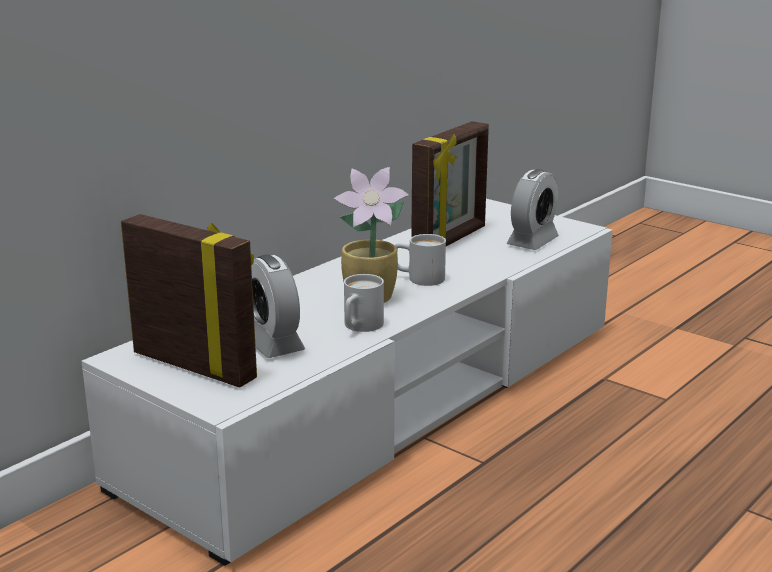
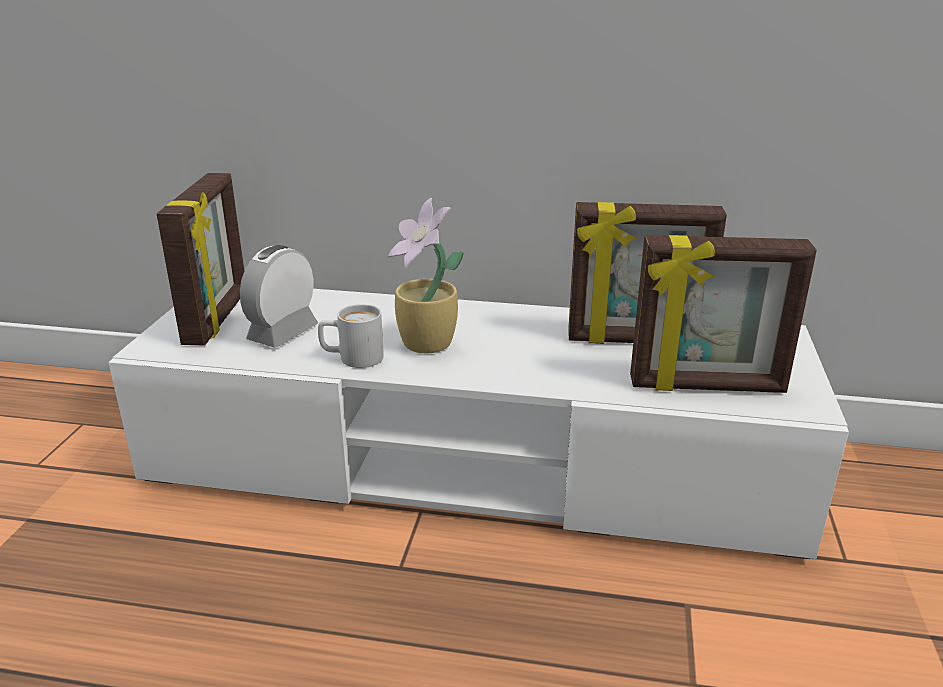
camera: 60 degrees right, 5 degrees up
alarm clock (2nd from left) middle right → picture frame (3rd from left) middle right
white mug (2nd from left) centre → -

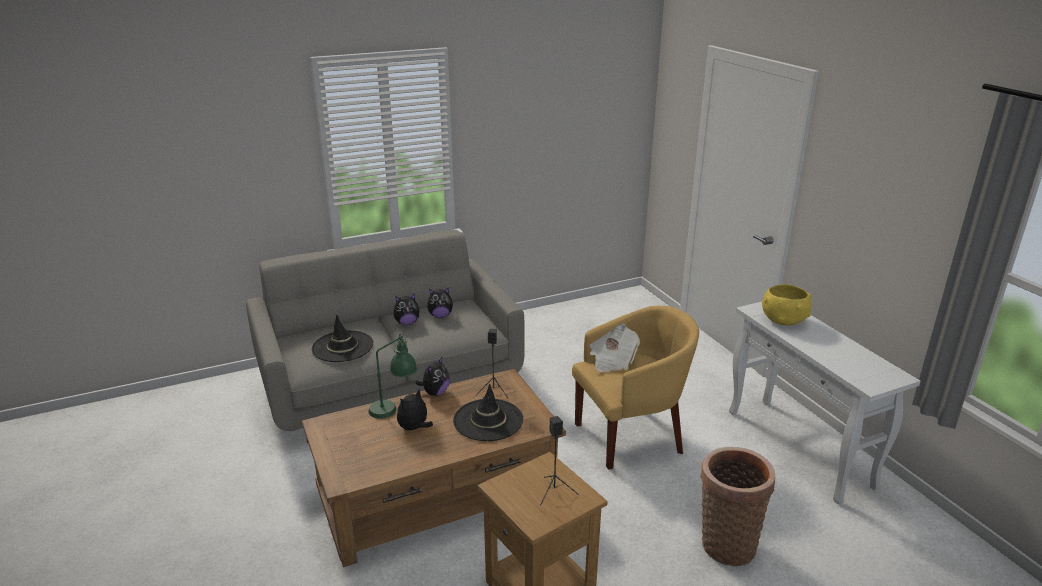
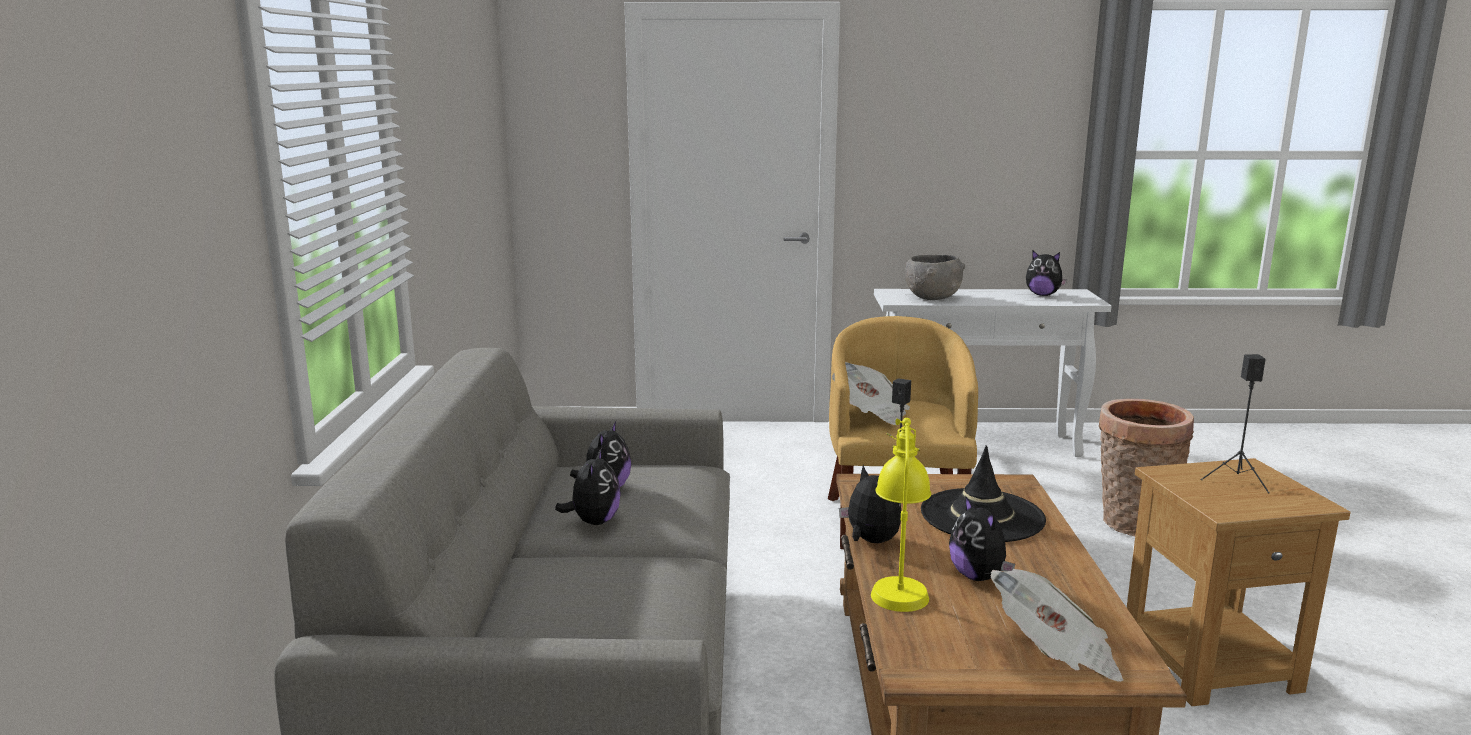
camera: 65 degrees left, 10 degrees down
green table lamp centre → yellow table lamp bottom centre
yellow bowl middle right → grey bowl centre
- → newspaper (2nd from left) bottom right
- → plush toy (5th from left) middle right
black hat (1st from left) middle left → -

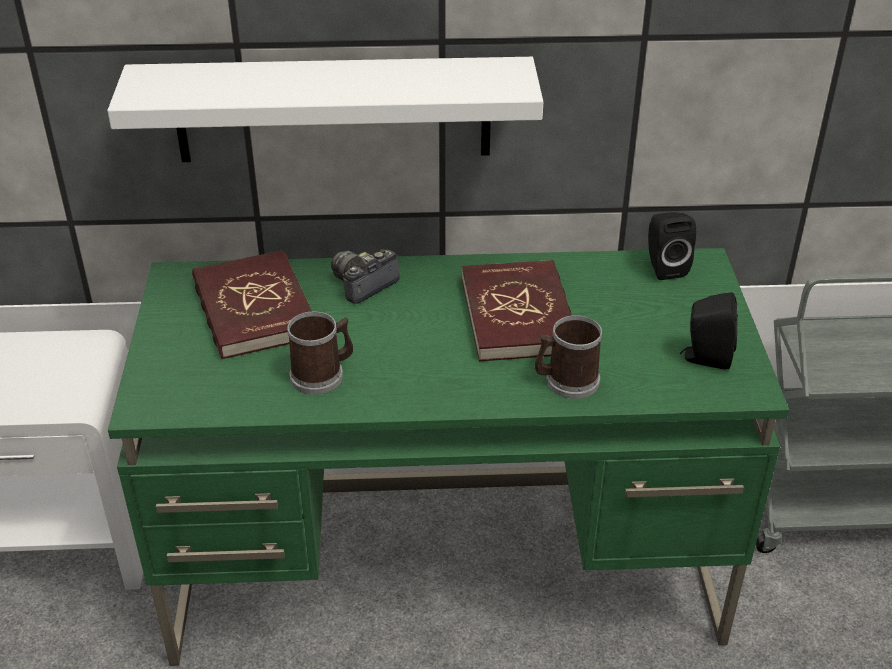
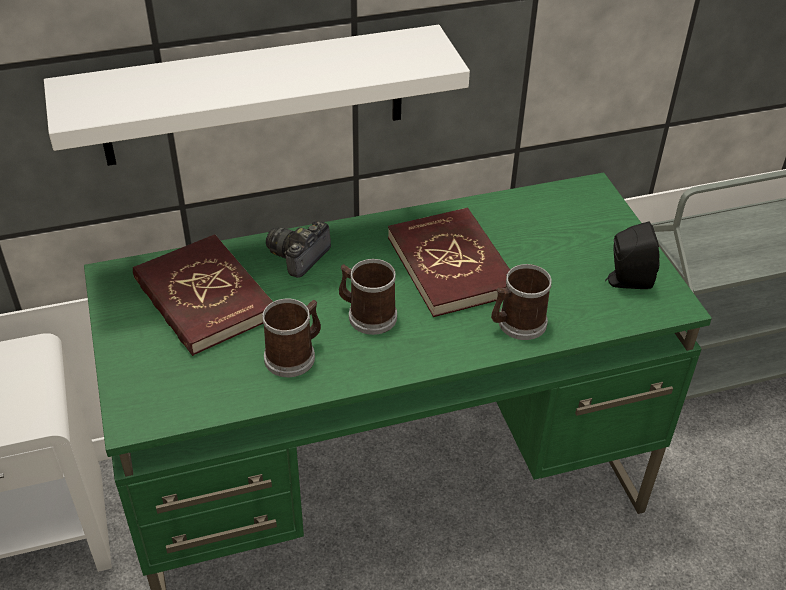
camera: 15 degrees left, 5 degrees up
- → mug (2nd from left) centre
black speaker (1st from left) middle right → -

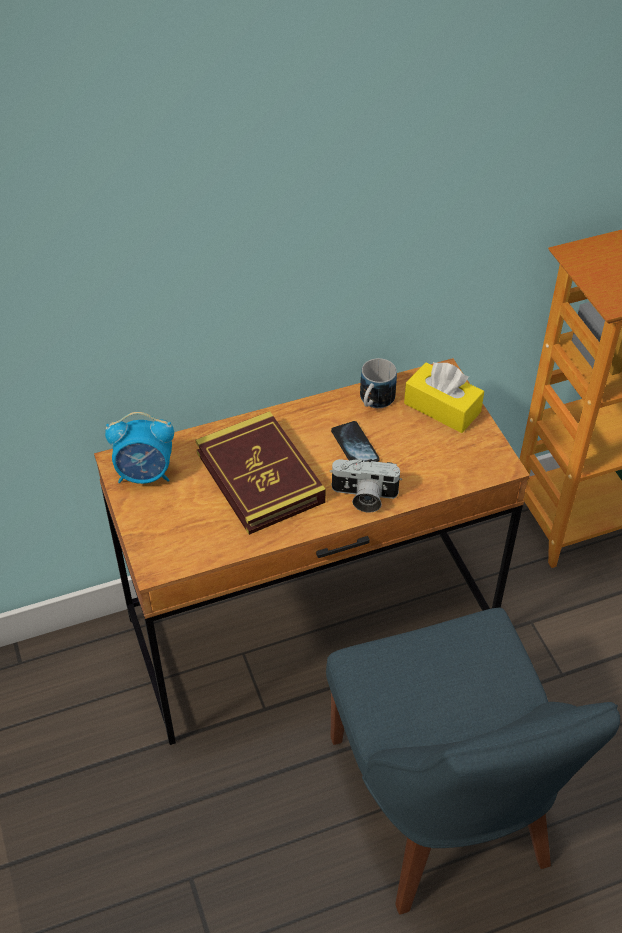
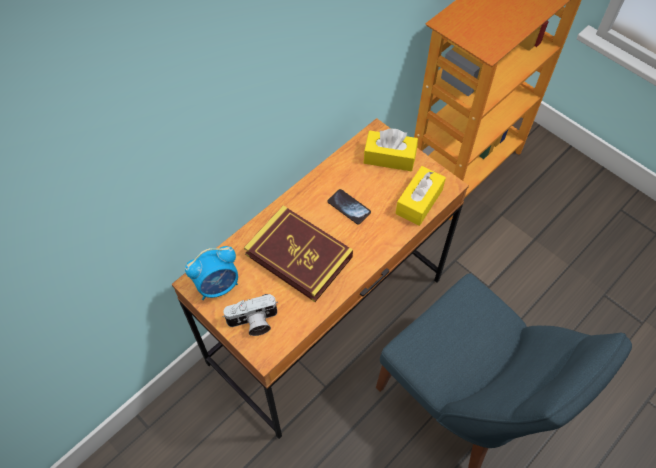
camera: 25 degrees left, 10 degrees up
photo camera centre → photo camera bottom centre, moved
- → yellow tissue box (2nd from left) centre
mug centre → -

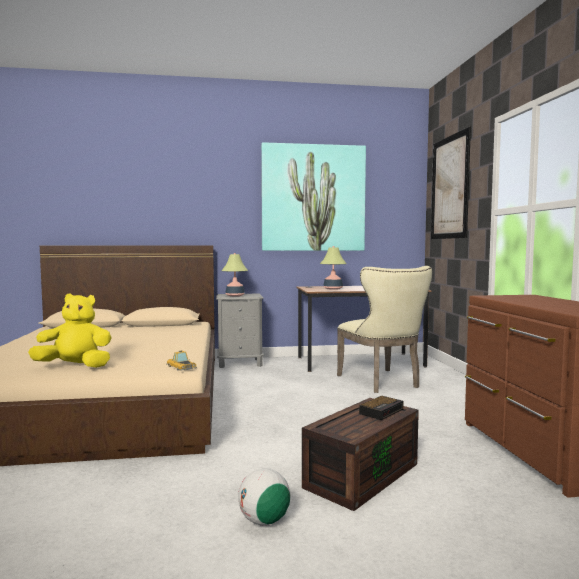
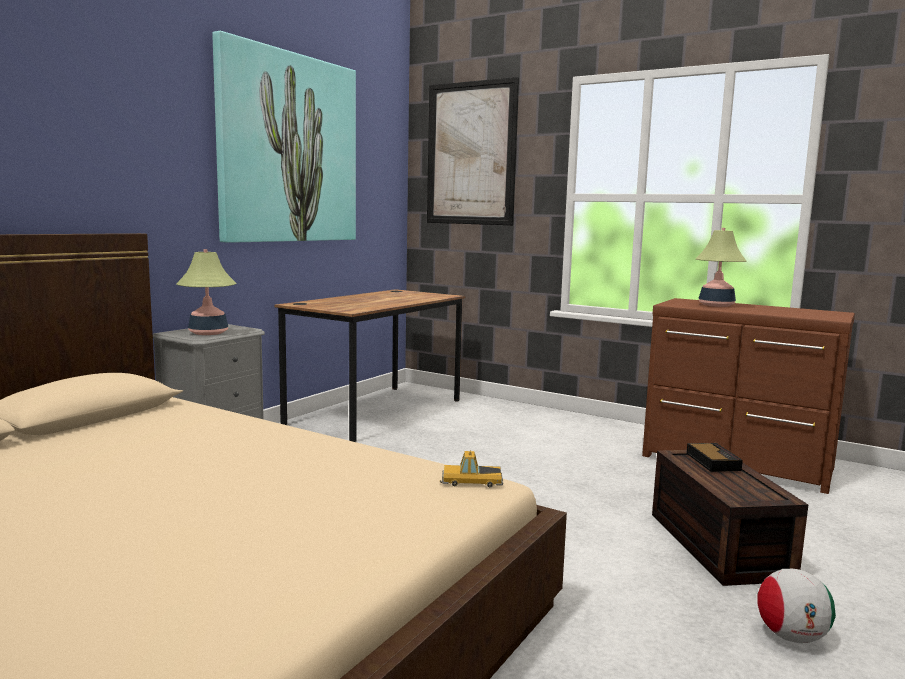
camera: 50 degrees left, 5 degrees up
table lamp (2nd from left) centre → table lamp (2nd from left) middle right, moved
yellow plush toy middle left → -
beige chair centre → -

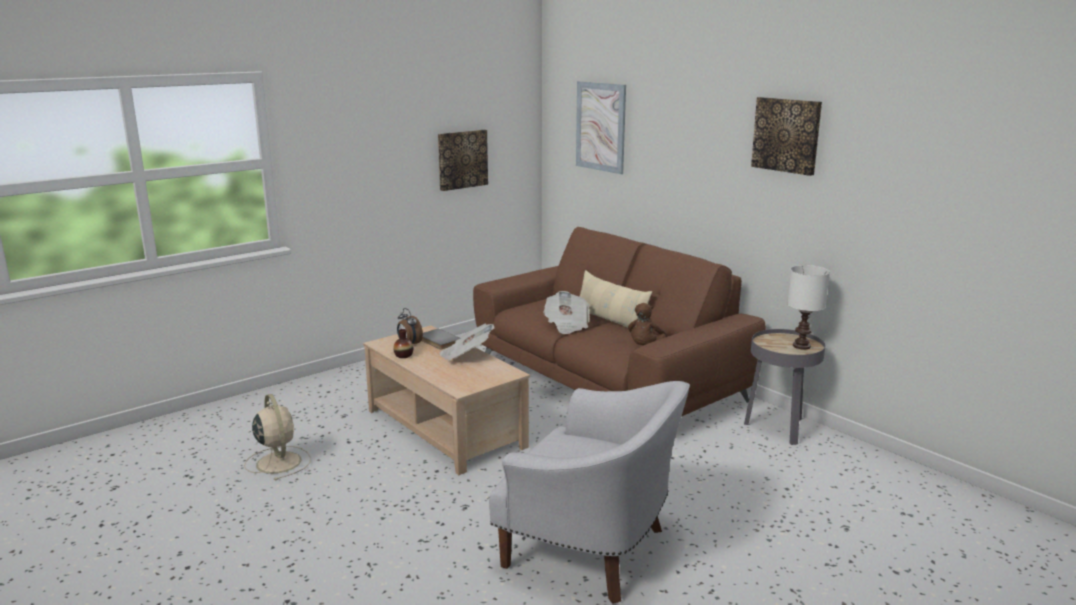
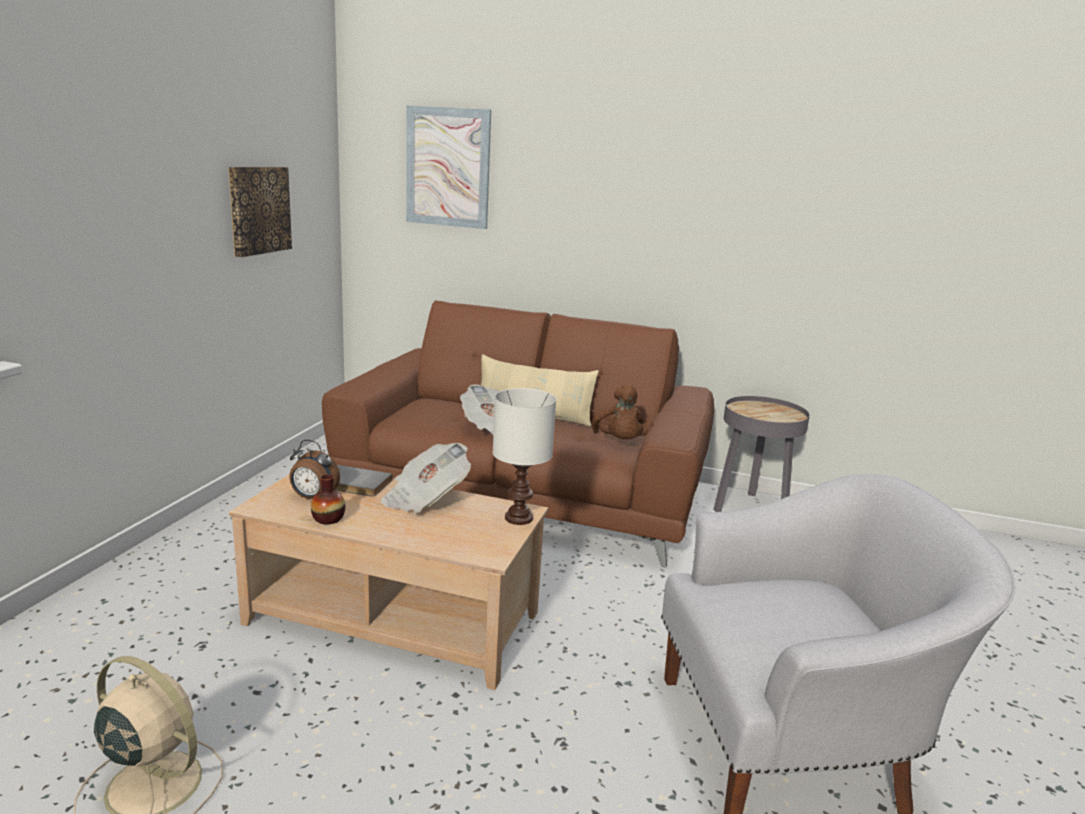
camera: 35 degrees left, 0 degrees up
white table lamp middle right → white table lamp centre, moved
picture (3rd from left) top right → -

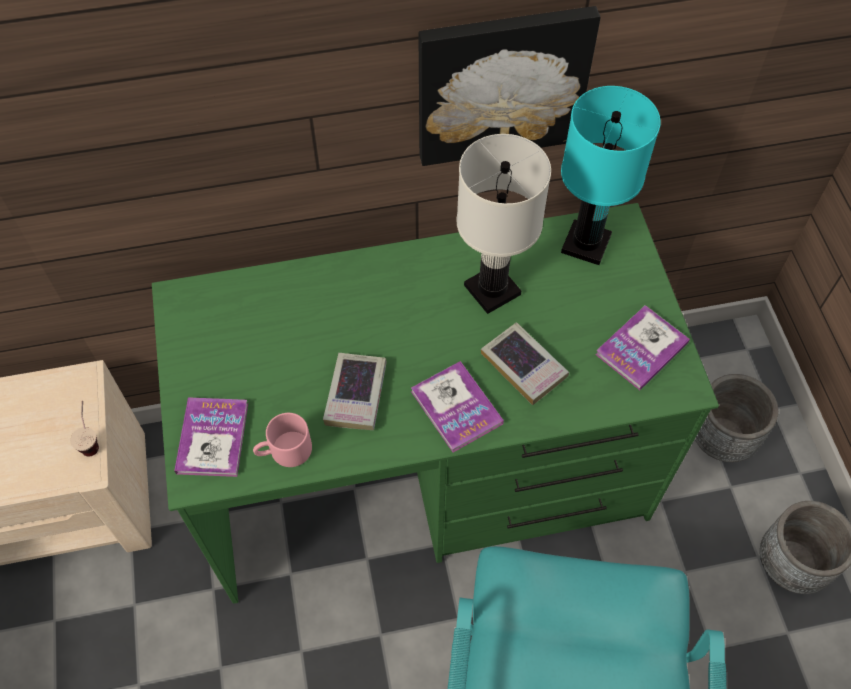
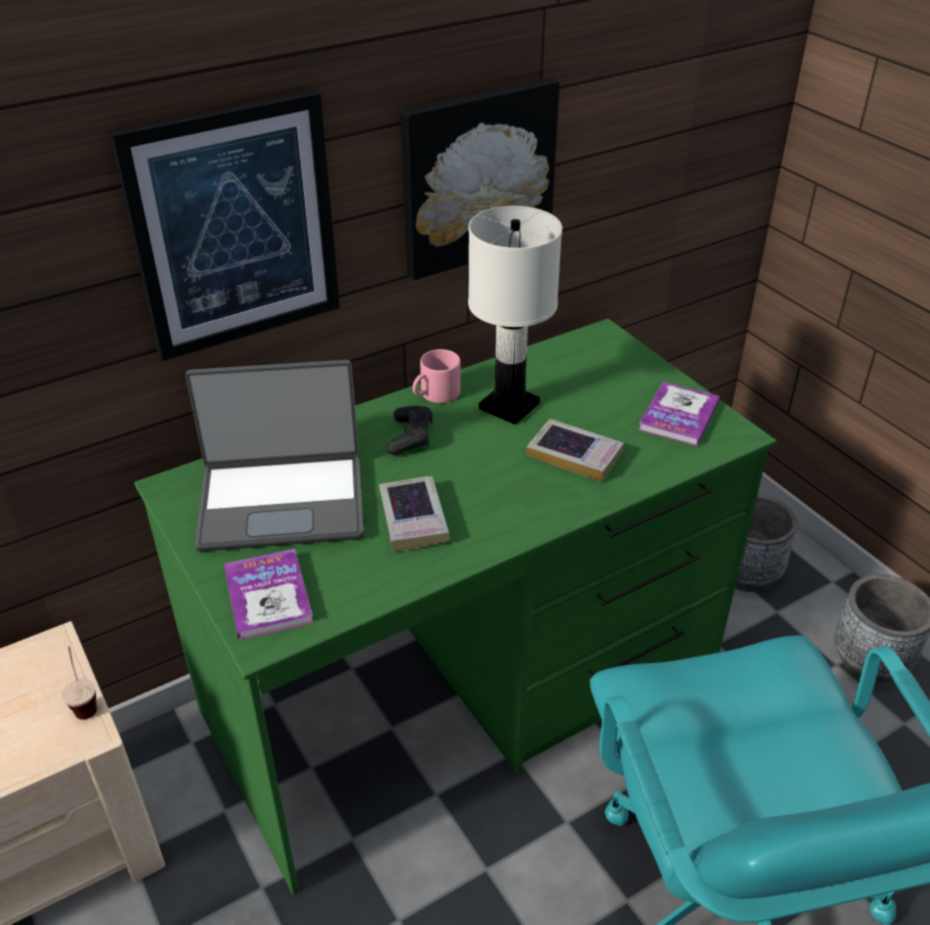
camera: 20 degrees left, 20 degrees down
- → picture (1st from left) top left
- → laptop middle left
- → black game controller centre
pink mug middle left → pink mug centre, moved
book (3rd from left) centre → -
turquoise table lamp top right → -

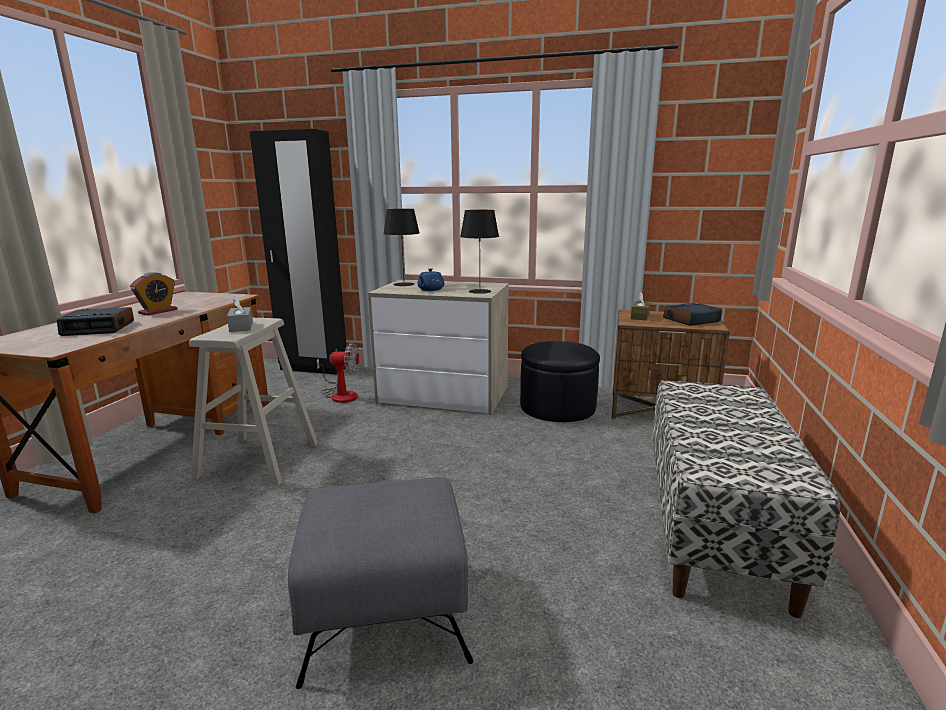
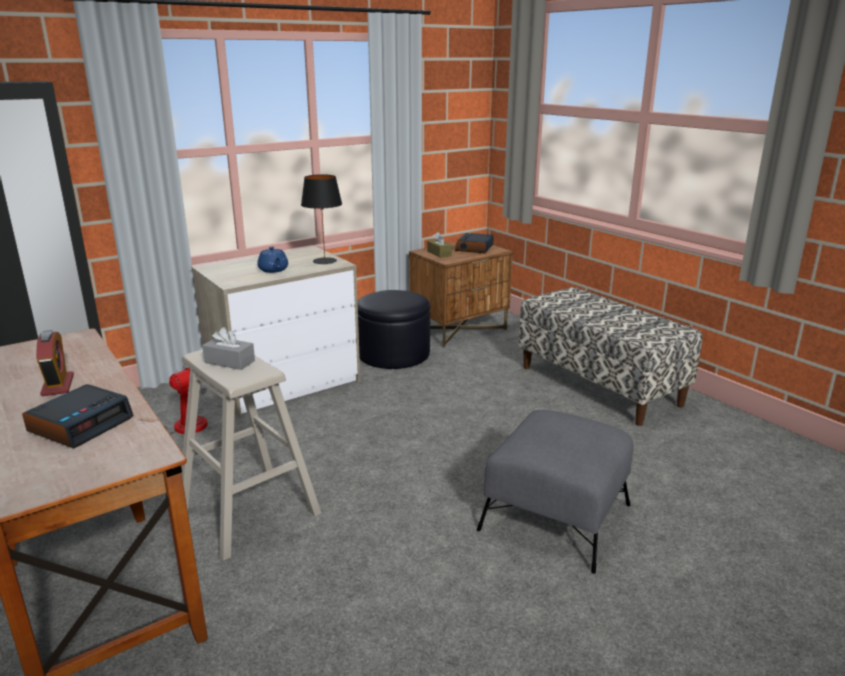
camera: 50 degrees left, 5 degrees up
black table lamp (1st from left) centre → -

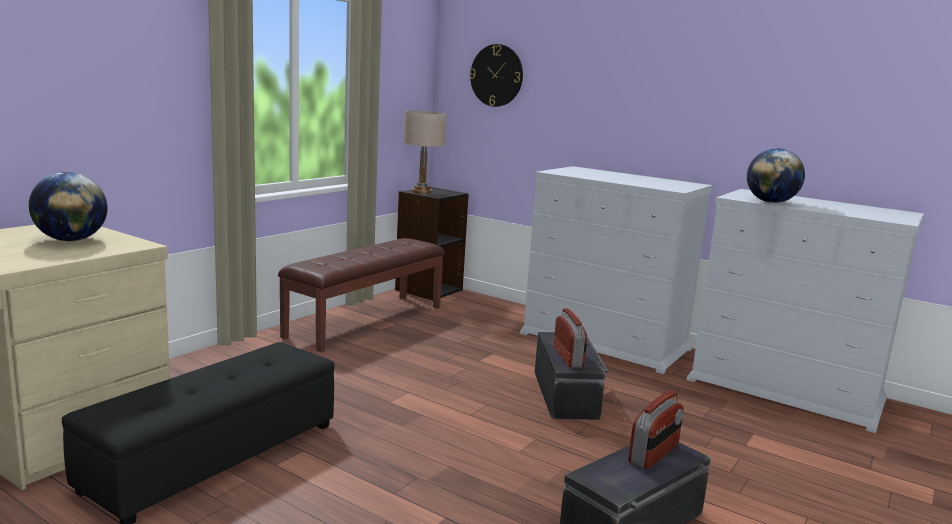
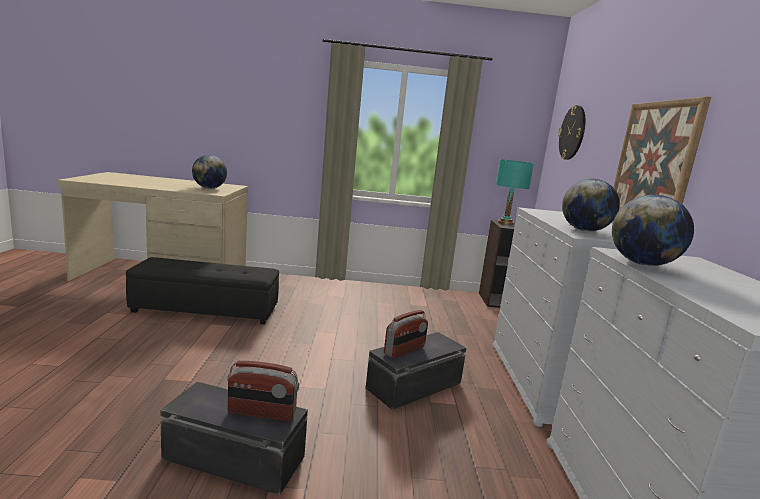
camera: 55 degrees right, 0 degrees up
beige table lamp top centre → turquoise table lamp middle right
- → globe (2nd from left) middle right
- → picture top right
brown bench centre → -

